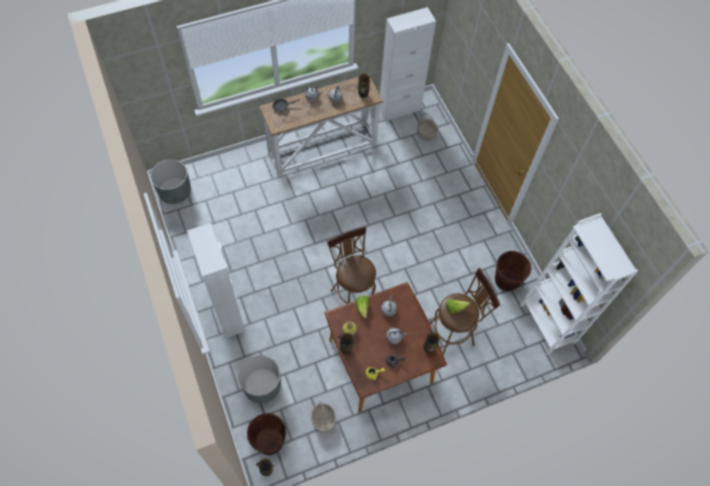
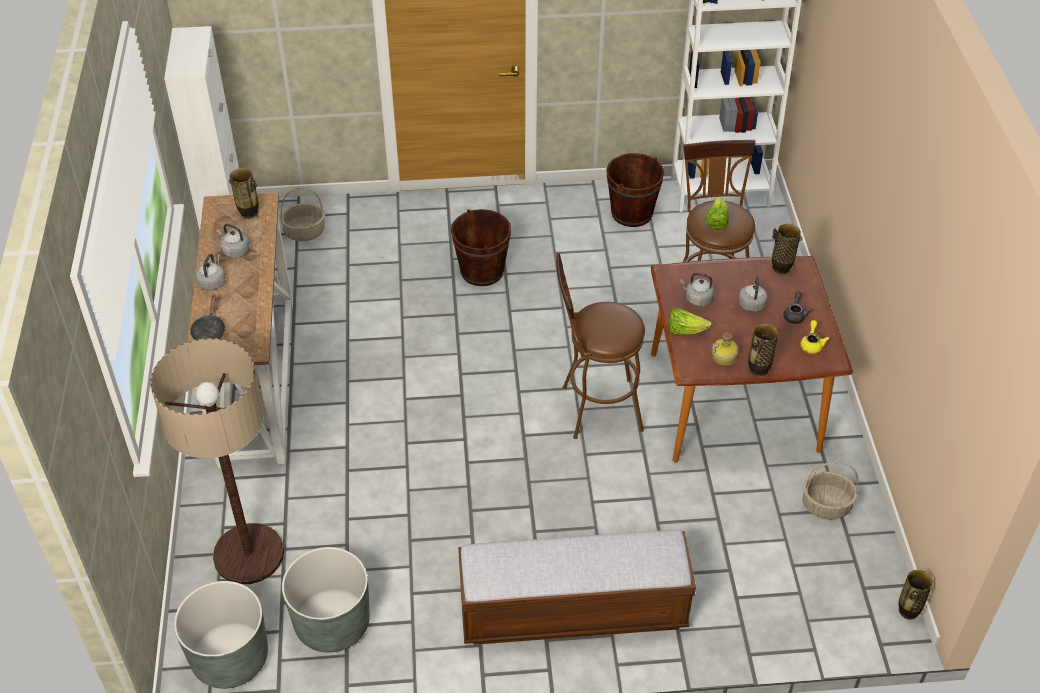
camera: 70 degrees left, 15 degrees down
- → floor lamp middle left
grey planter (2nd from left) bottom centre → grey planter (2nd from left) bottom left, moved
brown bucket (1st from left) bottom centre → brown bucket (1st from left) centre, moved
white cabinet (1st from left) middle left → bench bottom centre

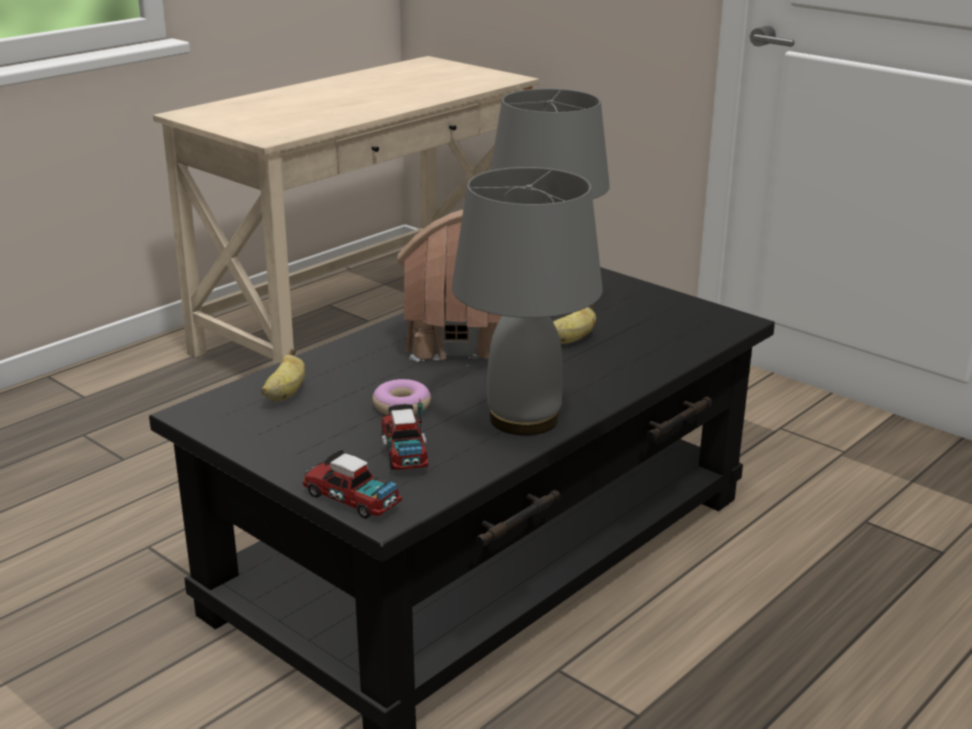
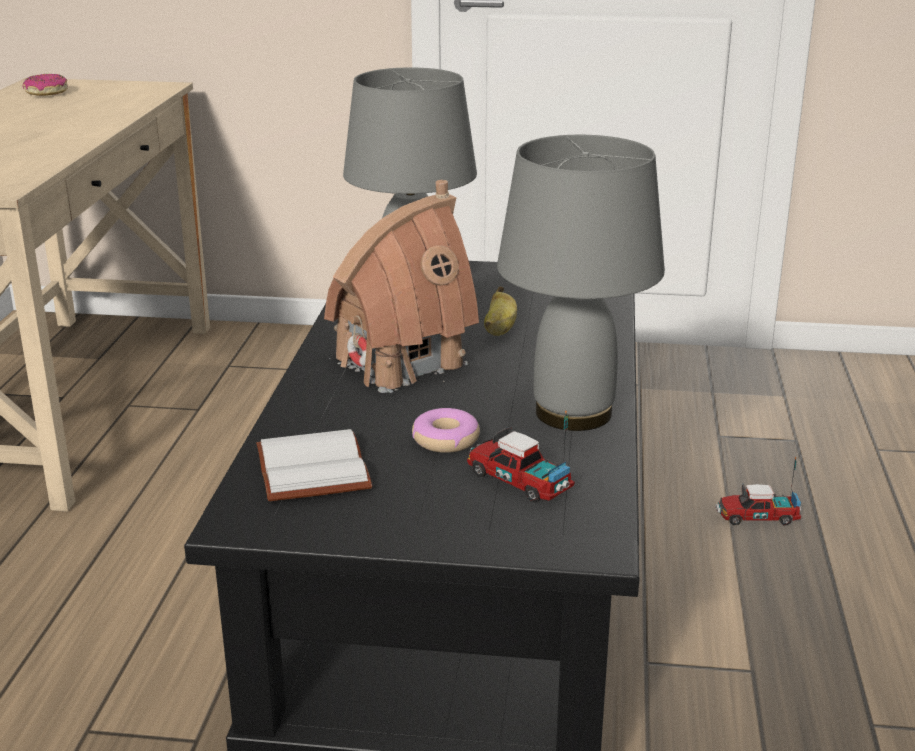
camera: 35 degrees left, 0 degrees up
- → donut (1st from left) top left
banana (1st from left) middle left → white book centre
toy truck (1st from left in the first image) centre → toy truck (2nd from left) middle right, moved

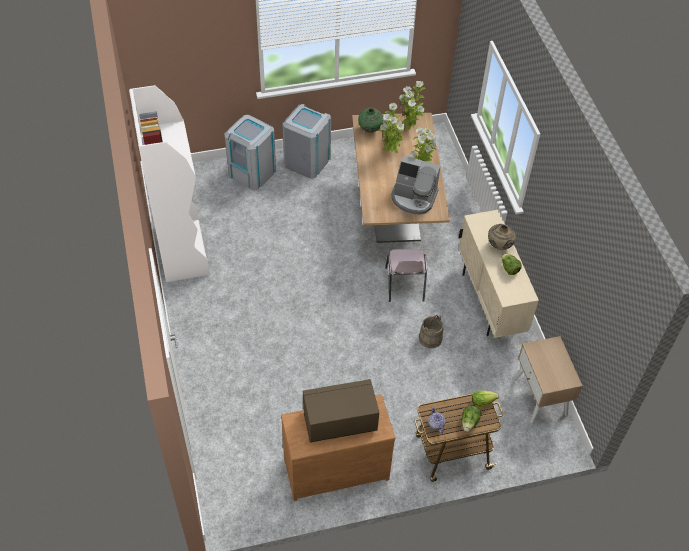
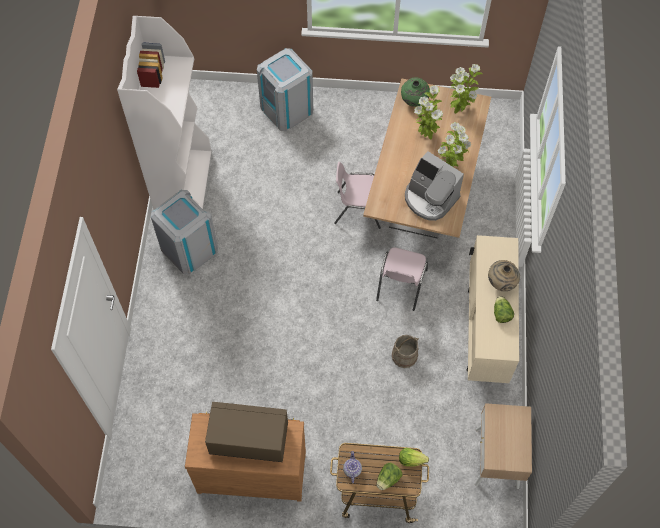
camera: 20 degrees right, 10 degrees up
grey trash can (2nd from left in the first image) top centre → grey trash can (1st from left) middle left, moved
- → pink chair (1st from left) centre

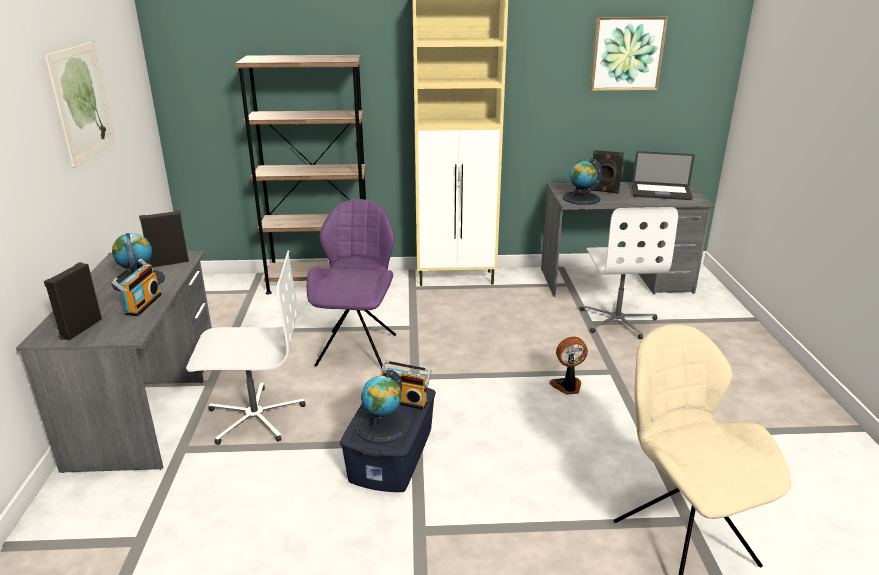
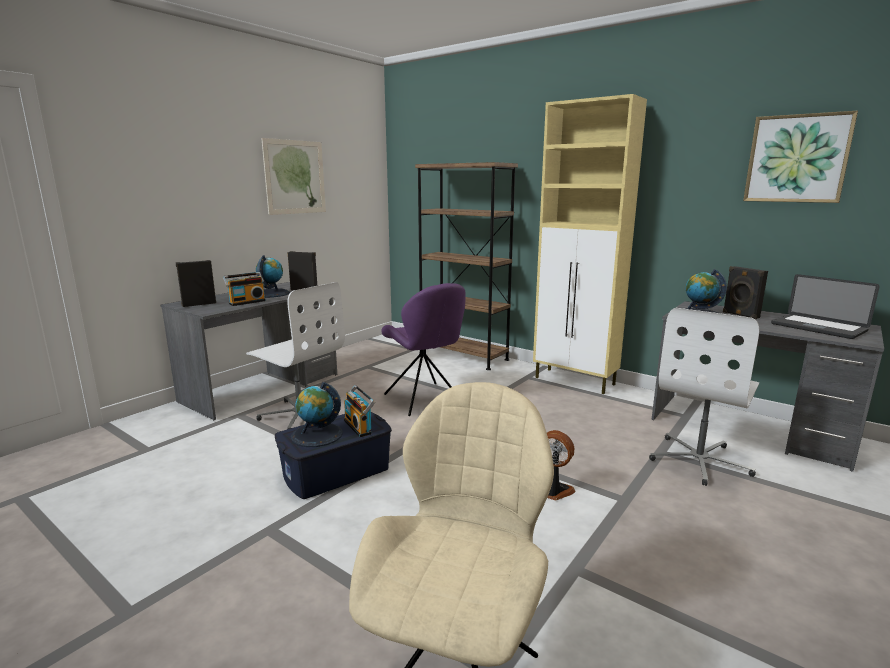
camera: 40 degrees right, 10 degrees down
purple chair centre, 105 degrees clockwise

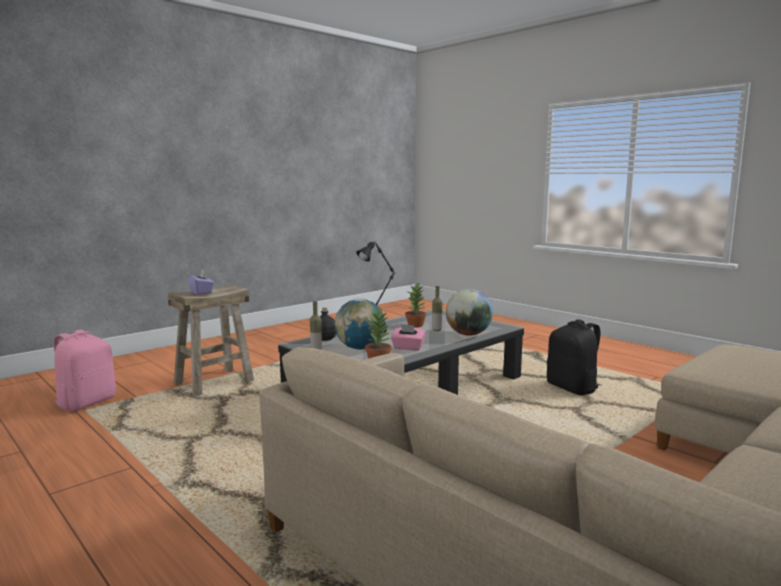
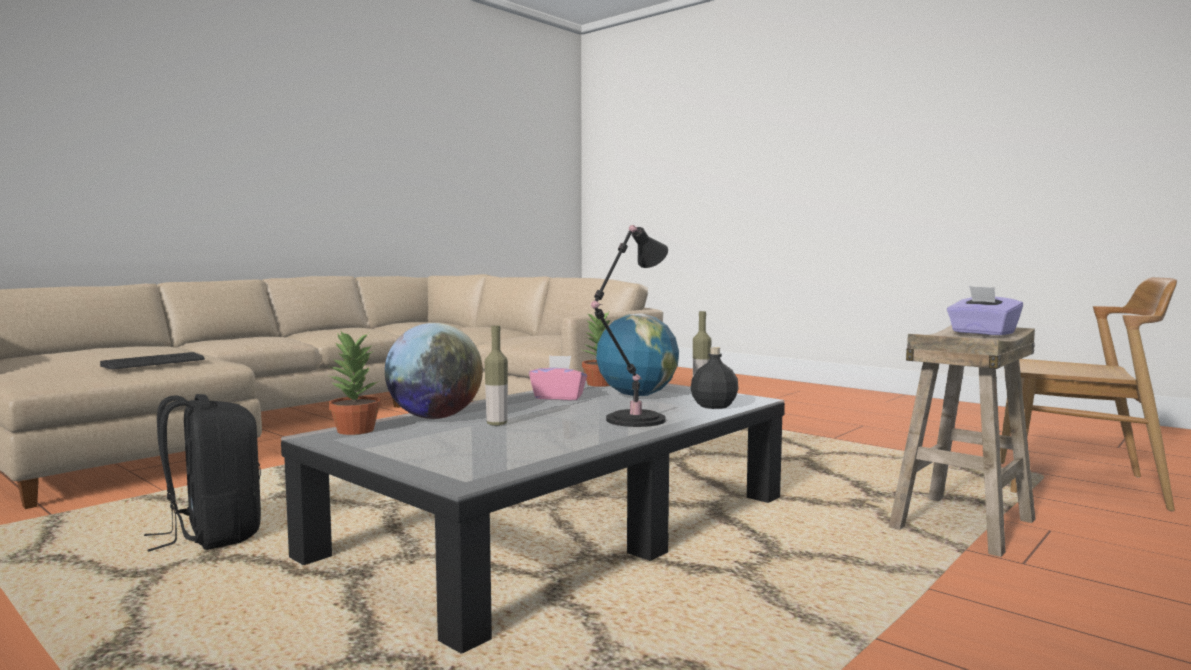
camera: 175 degrees right, 5 degrees down
- → keyboard middle left
potted plant (2nd from left in the first image) centre → potted plant (1st from left) middle left, moved
pink backpack middle left → brown chair middle right

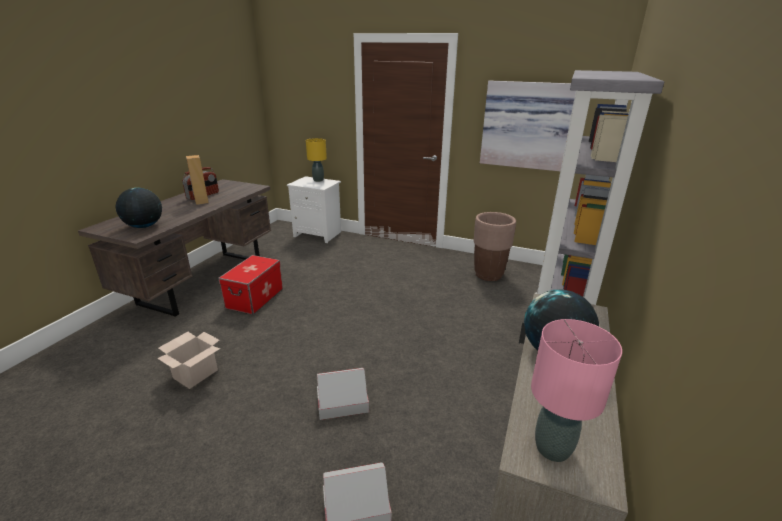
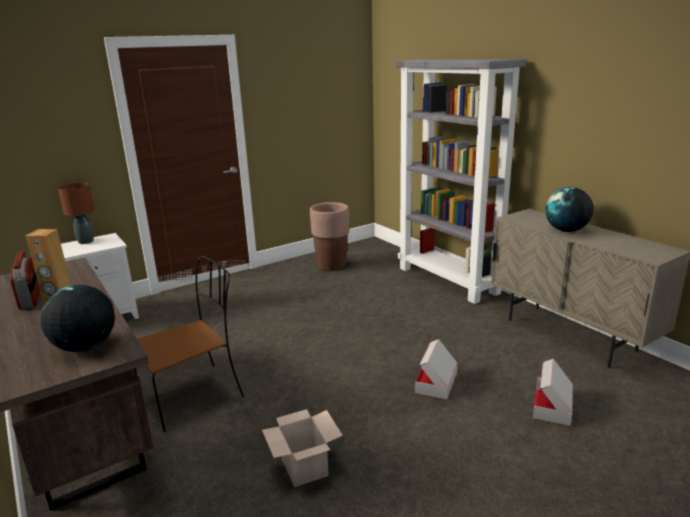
camera: 55 degrees left, 5 degrees down
yellow table lamp top centre → brown table lamp middle left
storage box middle left → brown chair middle left
picture top right → -
pink table lamp bottom right → -

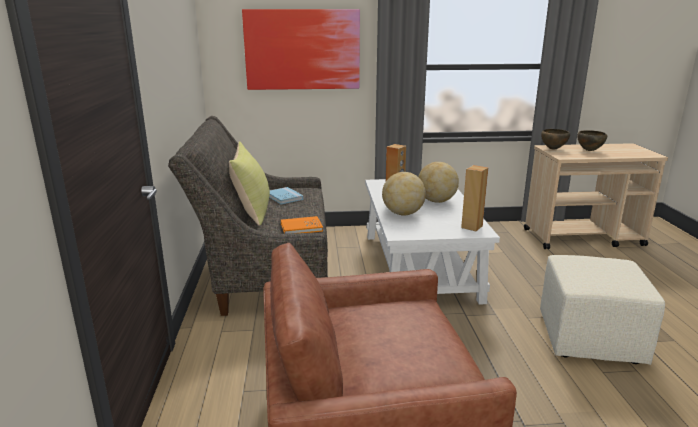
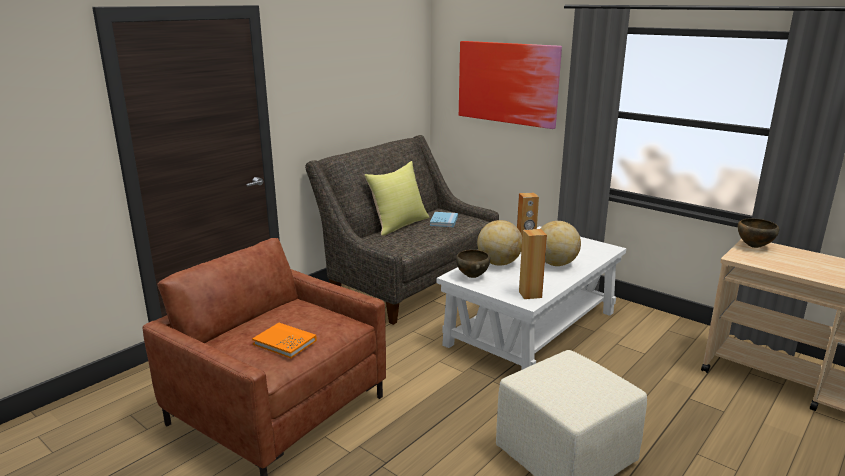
camera: 45 degrees right, 0 degrees up
orange book centre → orange book bottom centre, moved
brown bowl (2nd from left in the first image) top right → brown bowl (1st from left) centre, moved

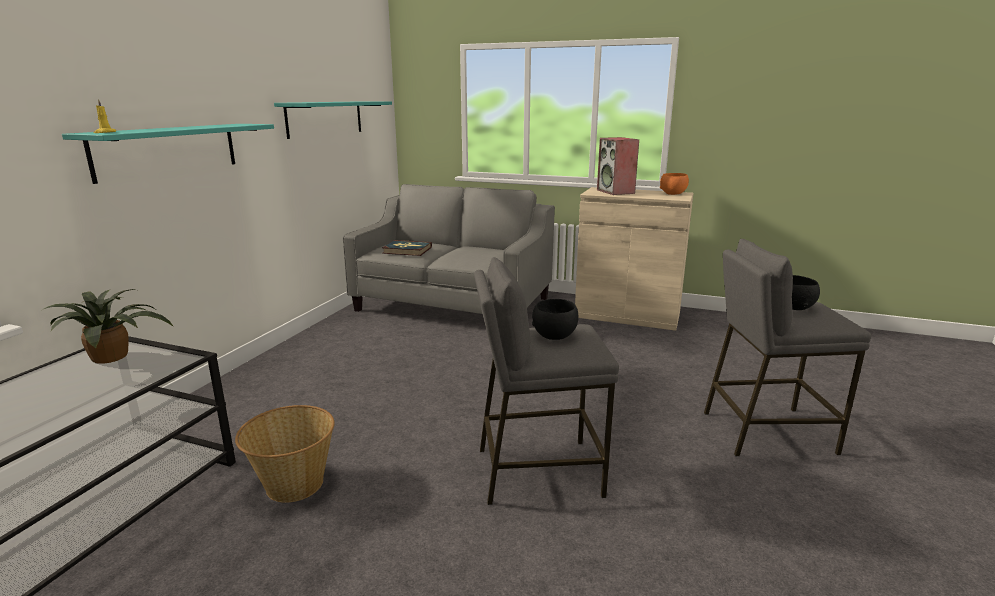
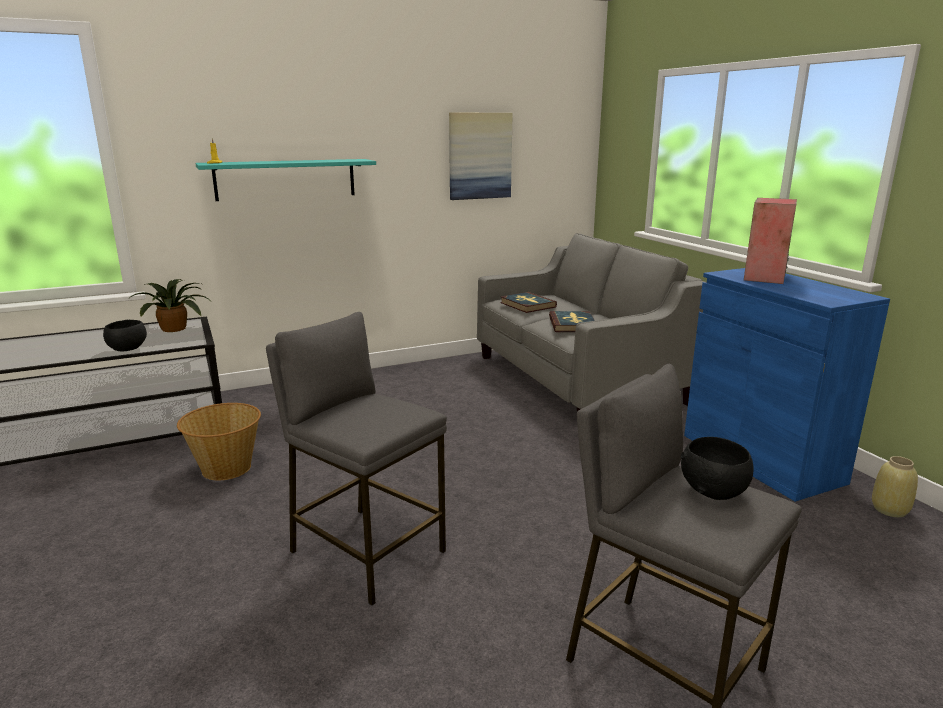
camera: 45 degrees right, 0 degrees up
black bowl (1st from left) centre → black bowl (1st from left) middle left, moved
turquoise shelf (2nd from left) top centre → picture top centre
- → book (2nd from left) centre
beige cabinet centre → blue cabinet middle right
- → beige vase bottom right
orange bowl top right → -

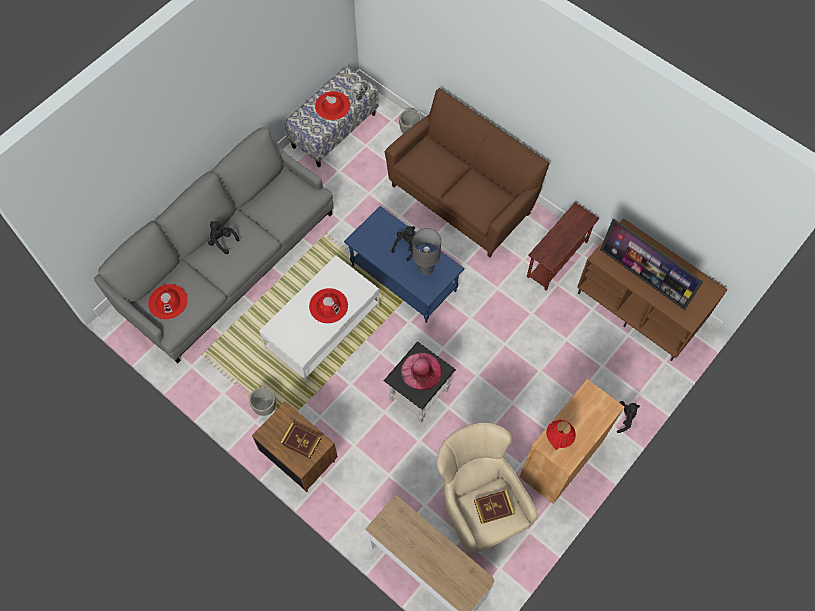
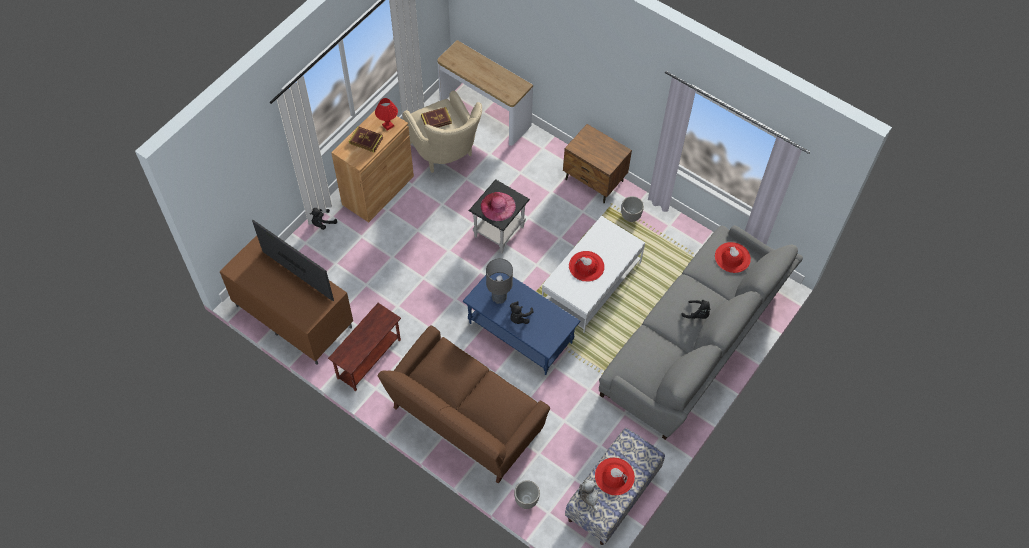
camera: 175 degrees right, 5 degrees down
book (1st from left) bottom centre → book (1st from left) top centre, moved

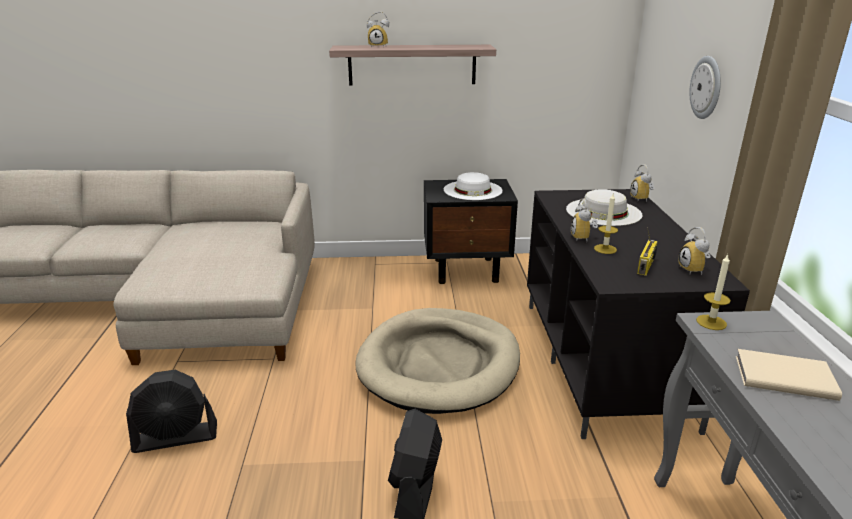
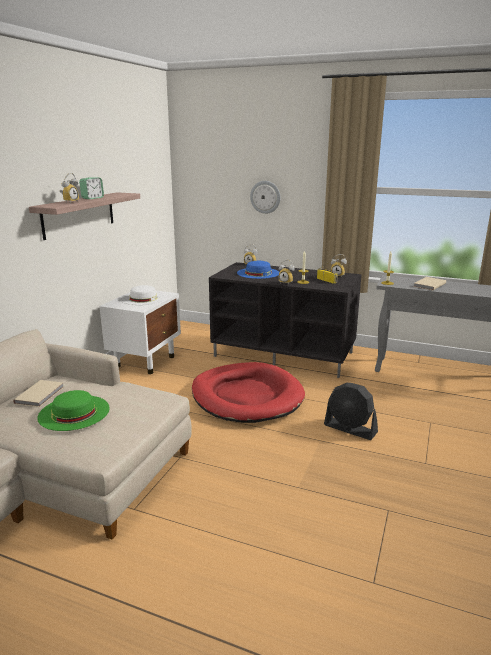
camera: 65 degrees left, 5 degrees down
- → beige book (1st from left) middle left
- → green hat middle left
- → alarm clock (2nd from left) top left
black nightstand centre → white nightstand middle left
beige dog bed bottom centre → red dog bed centre
white hat (2nd from left) middle right → blue hat centre
black fan (1st from left) bottom left → -

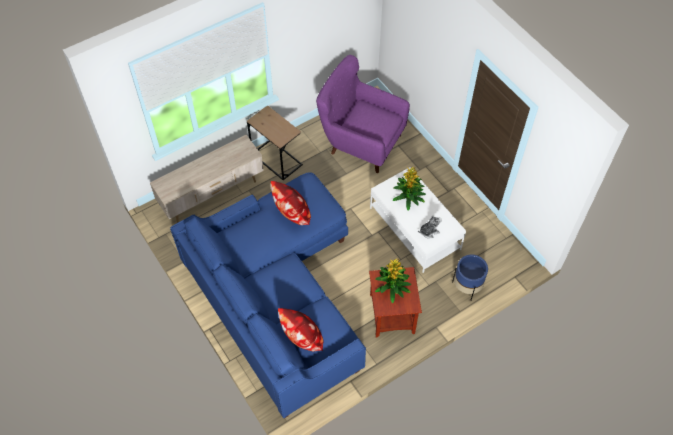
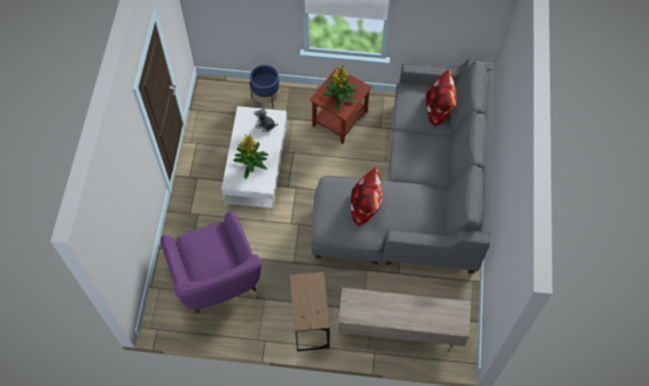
camera: 140 degrees left, 5 degrees up
blue sofa bottom centre → grey sofa centre

